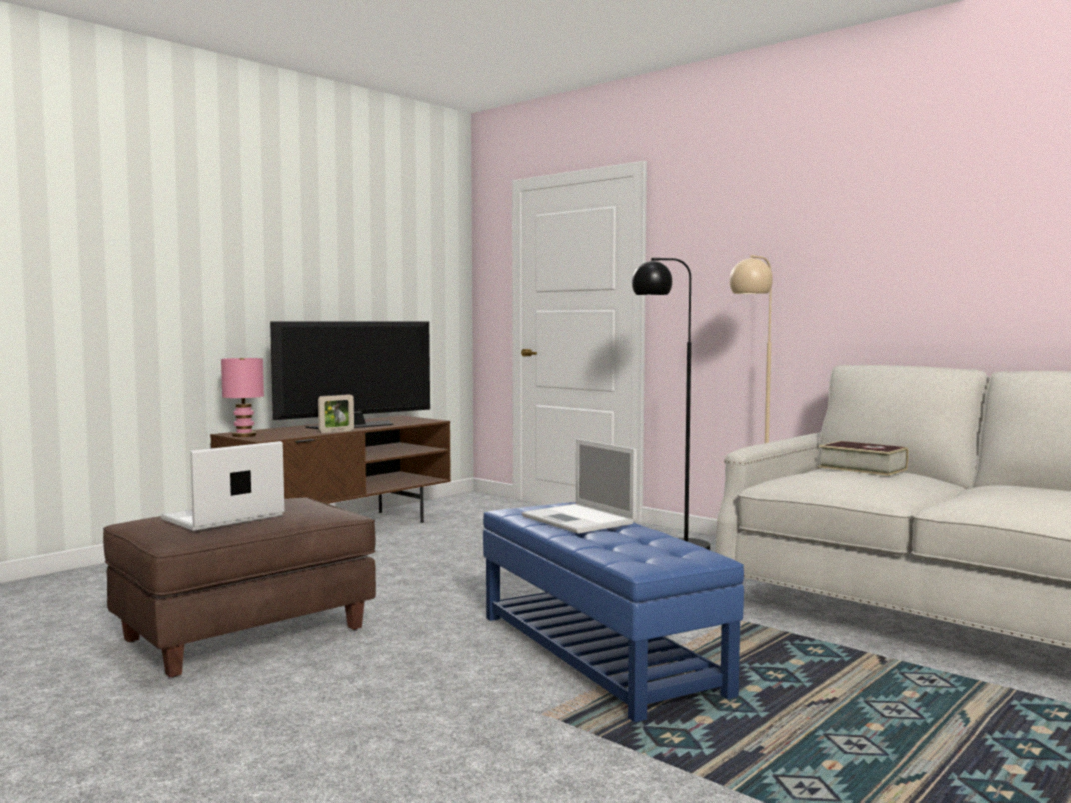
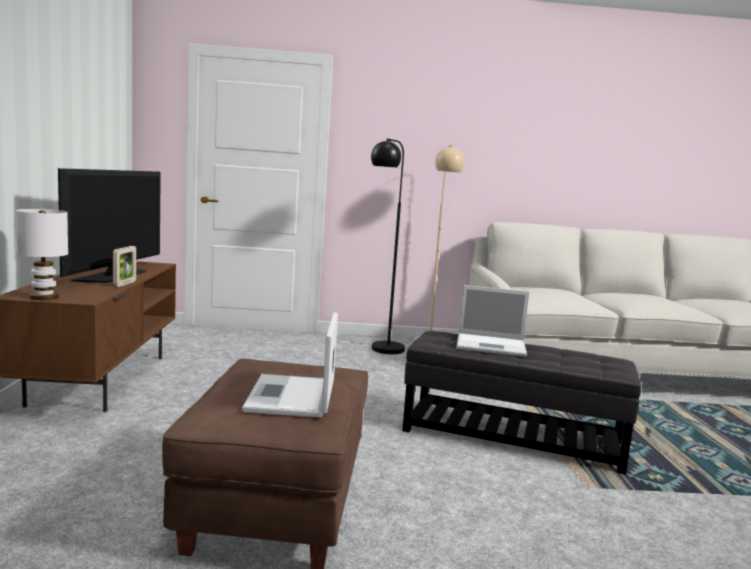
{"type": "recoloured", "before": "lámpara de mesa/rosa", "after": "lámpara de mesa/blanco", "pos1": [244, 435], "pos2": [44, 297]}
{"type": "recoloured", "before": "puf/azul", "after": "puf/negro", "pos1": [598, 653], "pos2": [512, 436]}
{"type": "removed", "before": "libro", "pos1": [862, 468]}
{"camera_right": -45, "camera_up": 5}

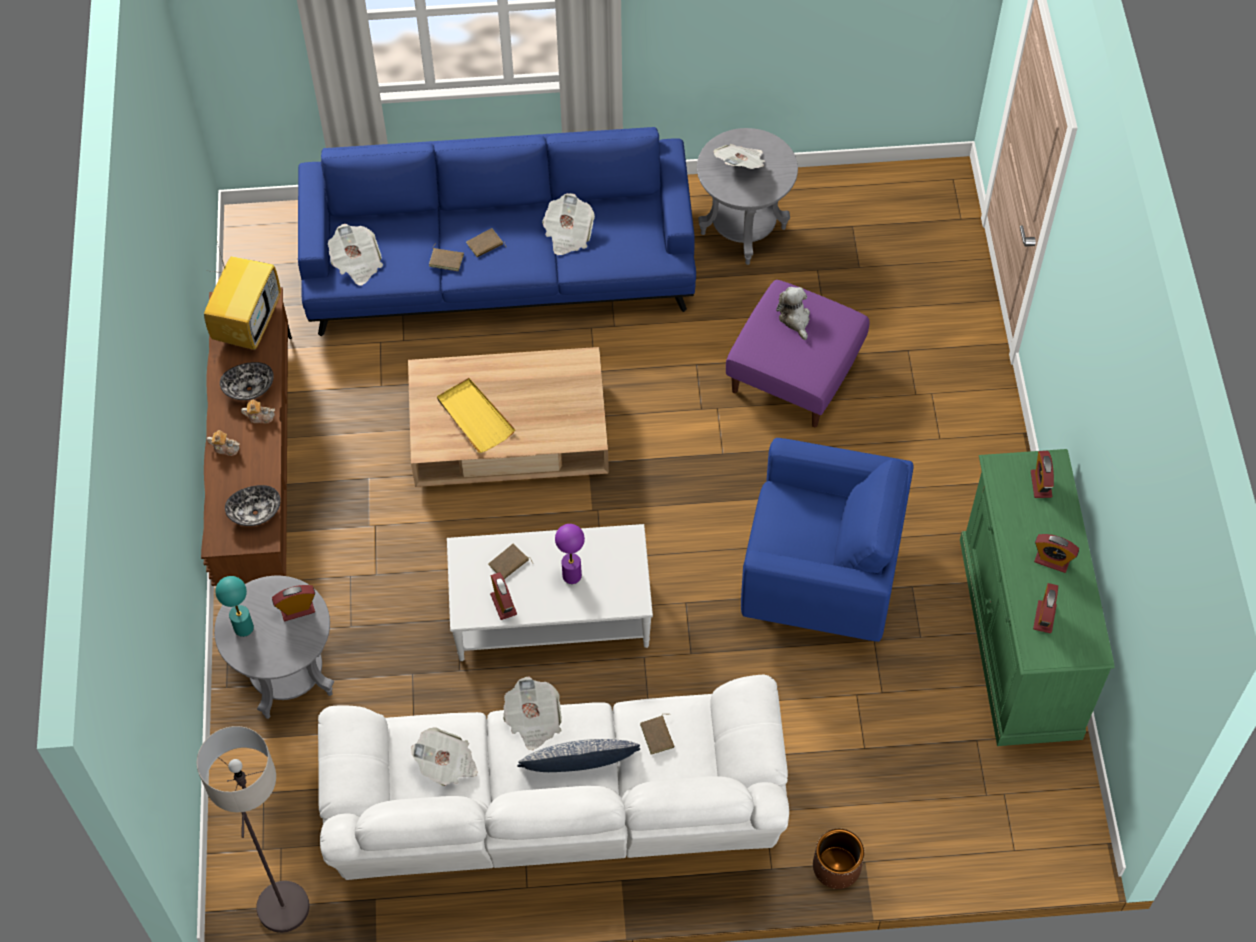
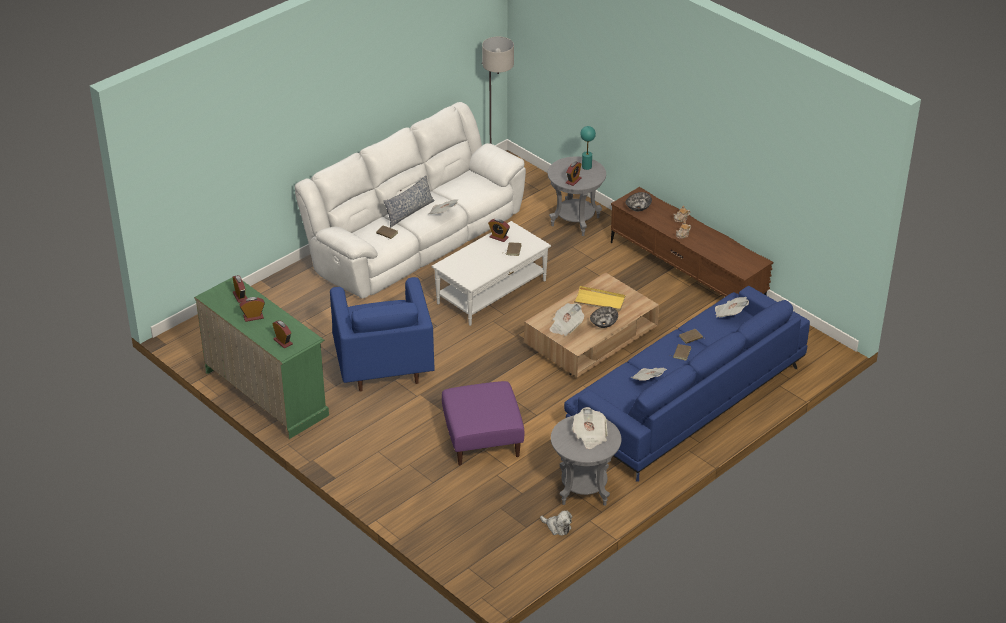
{"type": "turned", "before": "sillón/azul", "pos1": [820, 578], "pos2": [383, 366], "turn": -75}
{"type": "moved", "before": "peluche", "pos1": [795, 319], "pos2": [557, 527]}
{"type": "moved", "before": "periódico", "pos1": [447, 764], "pos2": [565, 326]}
{"type": "moved", "before": "cuenco", "pos1": [249, 388], "pos2": [604, 324]}
{"type": "removed", "before": "televisor", "pos1": [247, 321]}
{"type": "removed", "before": "lámpara de mesa/morado", "pos1": [571, 575]}
{"type": "removed", "before": "maceta/marrón", "pos1": [836, 867]}
{"camera_right": 140, "camera_up": -20}

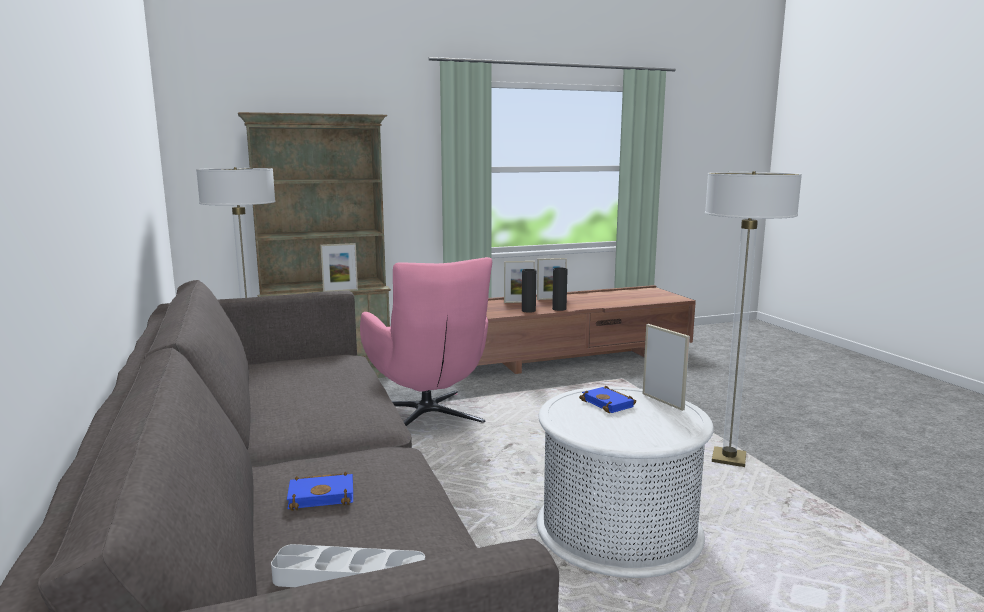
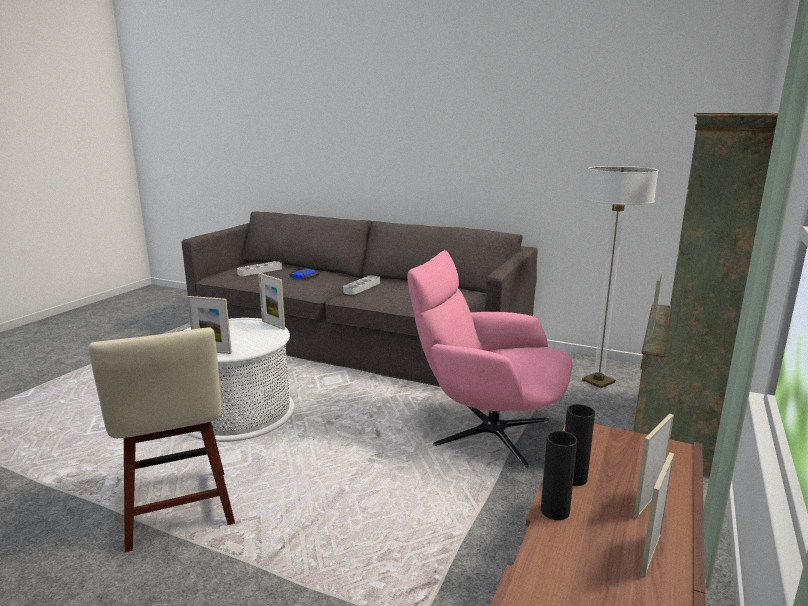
{"type": "replaced", "before": "lámpara de pie", "after": "taburete/beis", "pos1": [729, 459], "pos2": [178, 512]}
{"type": "added", "after": "portarretratos", "pos2": [273, 325]}
{"type": "added", "after": "bandeja/gris", "pos2": [362, 287]}
{"type": "removed", "before": "libro/azul", "pos1": [609, 404]}
{"camera_right": 135, "camera_up": 5}

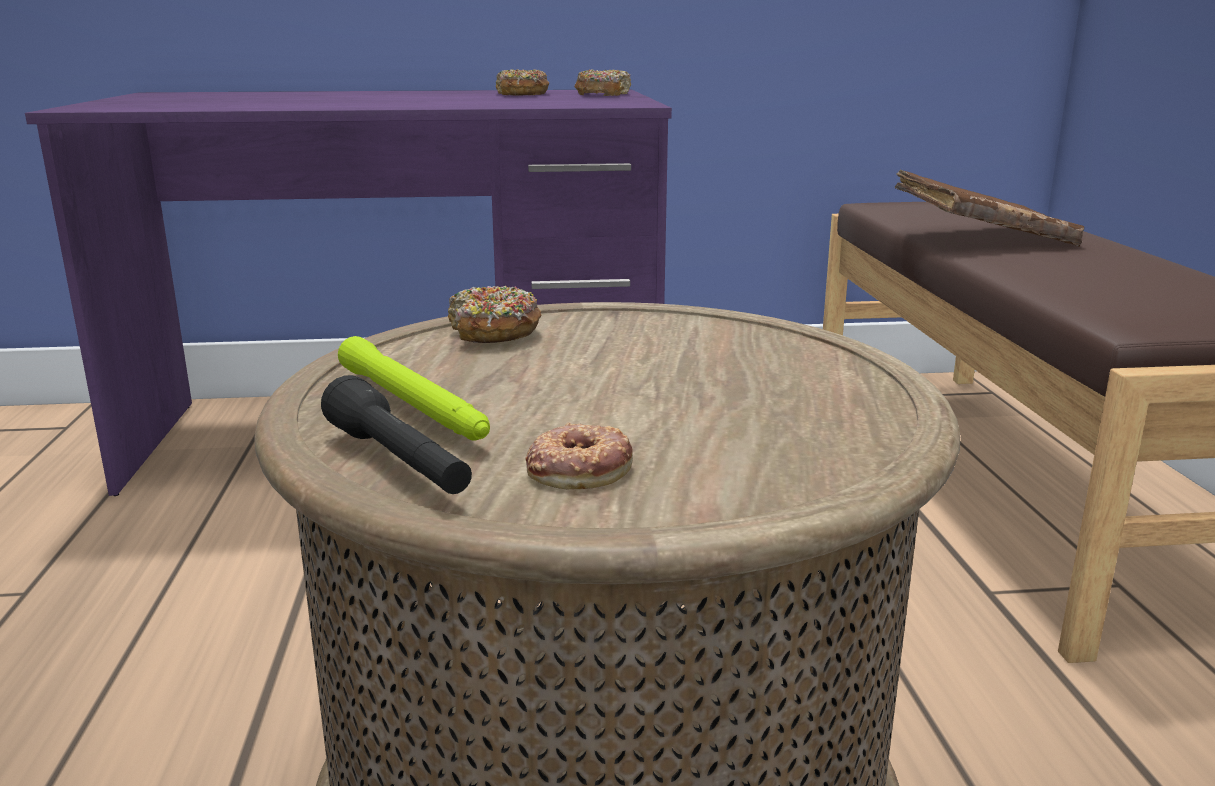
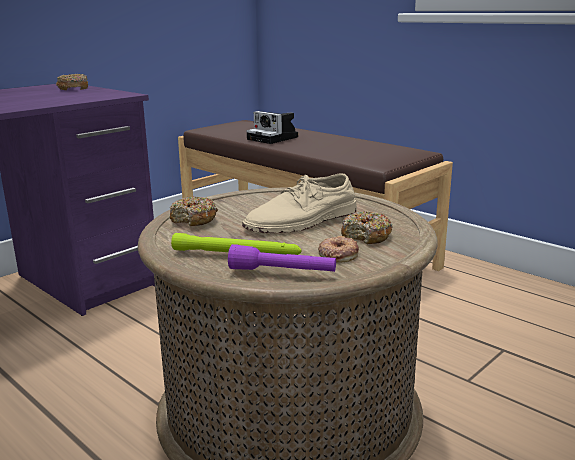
{"type": "recoloured", "before": "linterna/negro", "after": "linterna/morado", "pos1": [398, 462], "pos2": [282, 272]}
{"type": "added", "after": "zapato/beis", "pos2": [302, 221]}
{"type": "replaced", "before": "libro/marrón", "after": "cámara", "pos1": [982, 238], "pos2": [274, 138]}
{"type": "moved", "before": "rosquilla", "pos1": [521, 94], "pos2": [366, 236]}
{"camera_right": -40, "camera_up": 0}

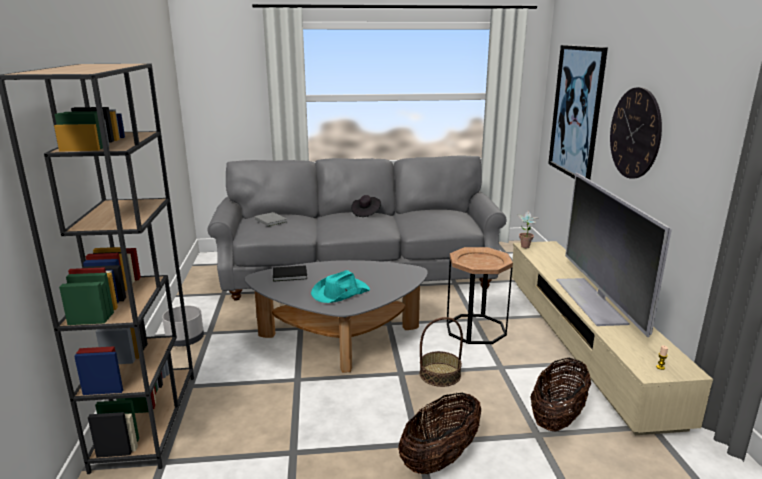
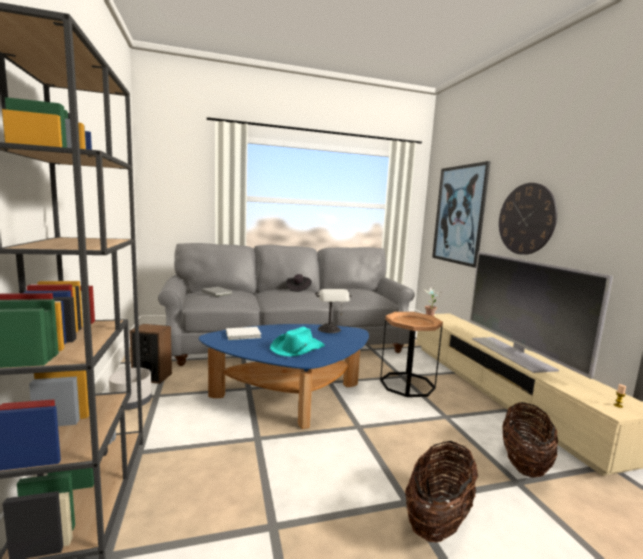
{"type": "added", "after": "altavoz", "pos2": [152, 377]}
{"type": "recoloured", "before": "mesa de centro/gris", "after": "mesa de centro/azul", "pos1": [340, 340], "pos2": [290, 397]}
{"type": "recoloured", "before": "libro/negro", "after": "libro/blanco", "pos1": [291, 275], "pos2": [244, 335]}
{"type": "added", "after": "lámpara de mesa", "pos2": [331, 331]}
{"type": "removed", "before": "cesta", "pos1": [440, 374]}
{"camera_right": -10, "camera_up": -10}

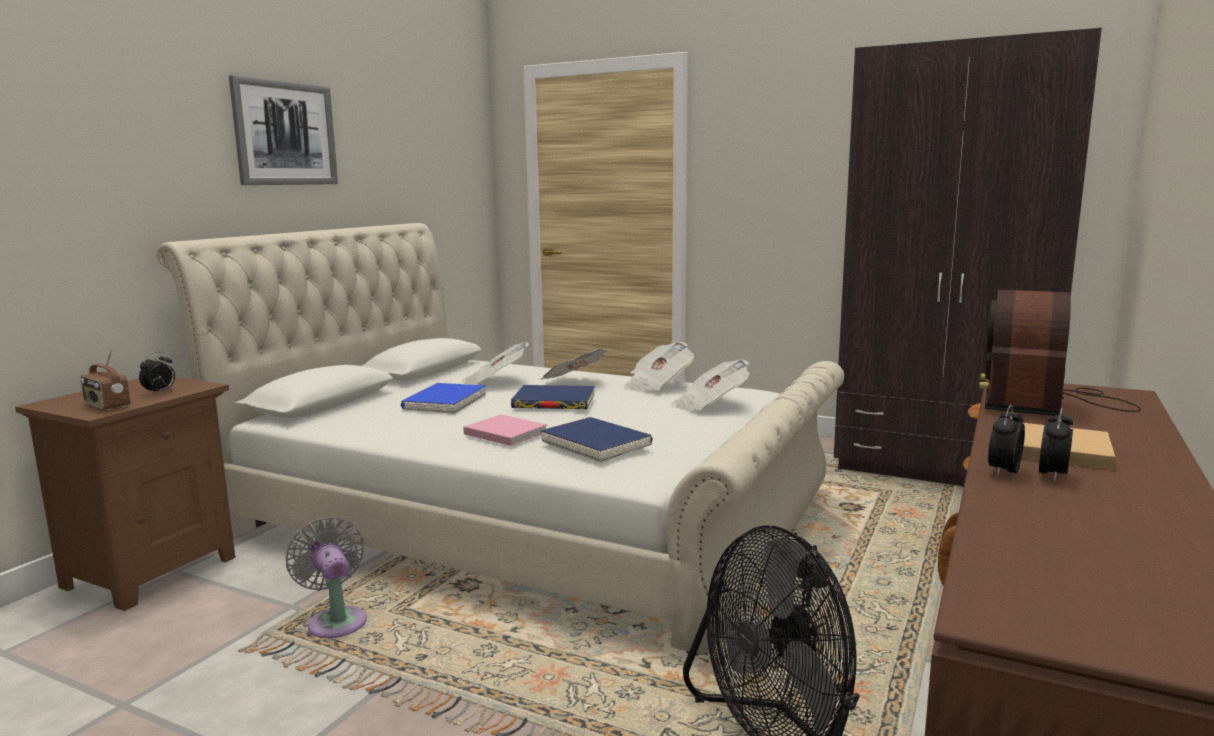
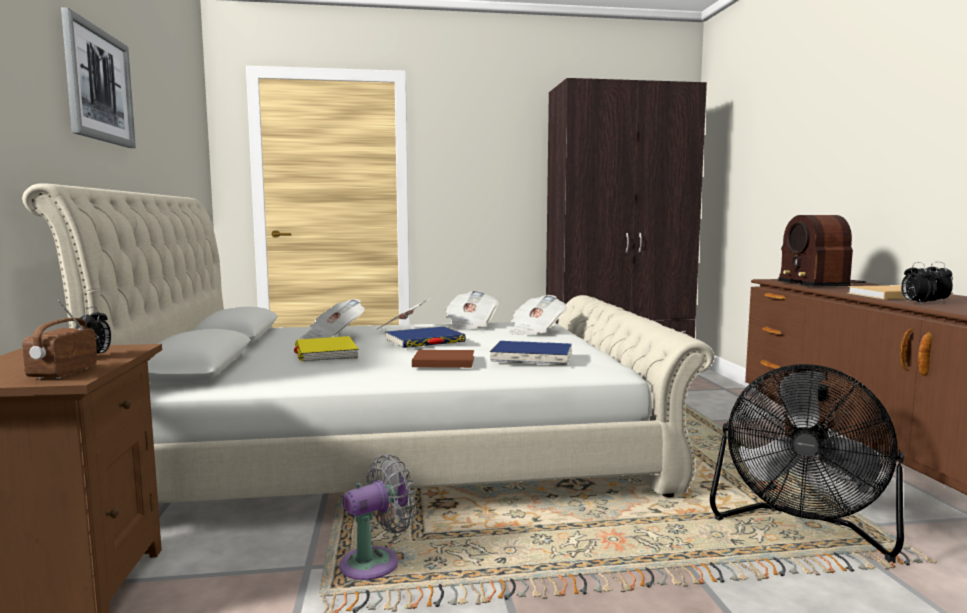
{"type": "turned", "before": "radio", "pos1": [106, 406], "pos2": [62, 373], "turn": 90}
{"type": "recoloured", "before": "libro/azul", "after": "libro/amarillo", "pos1": [445, 402], "pos2": [326, 353]}
{"type": "turned", "before": "ventilador/gris", "pos1": [336, 621], "pos2": [375, 563], "turn": 120}
{"type": "recoloured", "before": "libro/rosa", "after": "libro/marrón", "pos1": [504, 432], "pos2": [441, 361]}
{"camera_right": -35, "camera_up": -5}

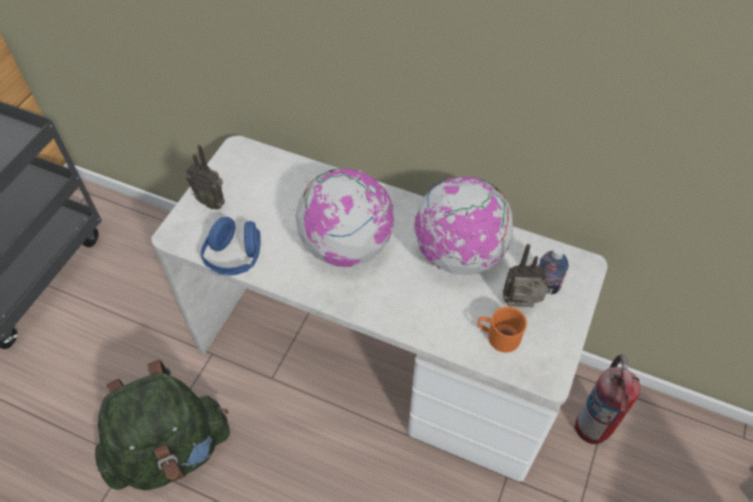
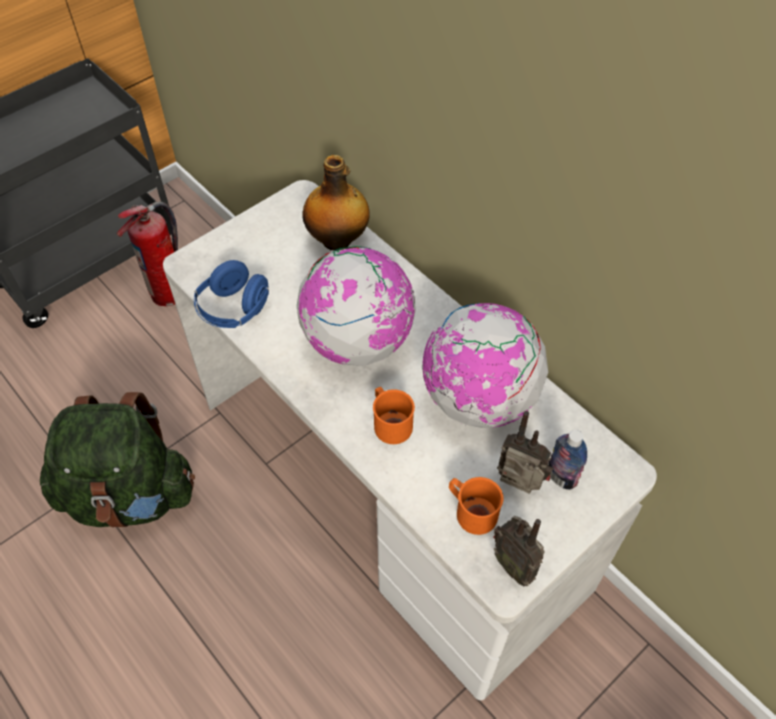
{"type": "moved", "before": "extintor", "pos1": [593, 427], "pos2": [169, 293]}
{"type": "added", "after": "botella", "pos2": [338, 240]}
{"type": "added", "after": "taza grande/naranja", "pos2": [390, 422]}
{"type": "moved", "before": "radio", "pos1": [212, 202], "pos2": [514, 565]}
{"camera_right": 25, "camera_up": 0}

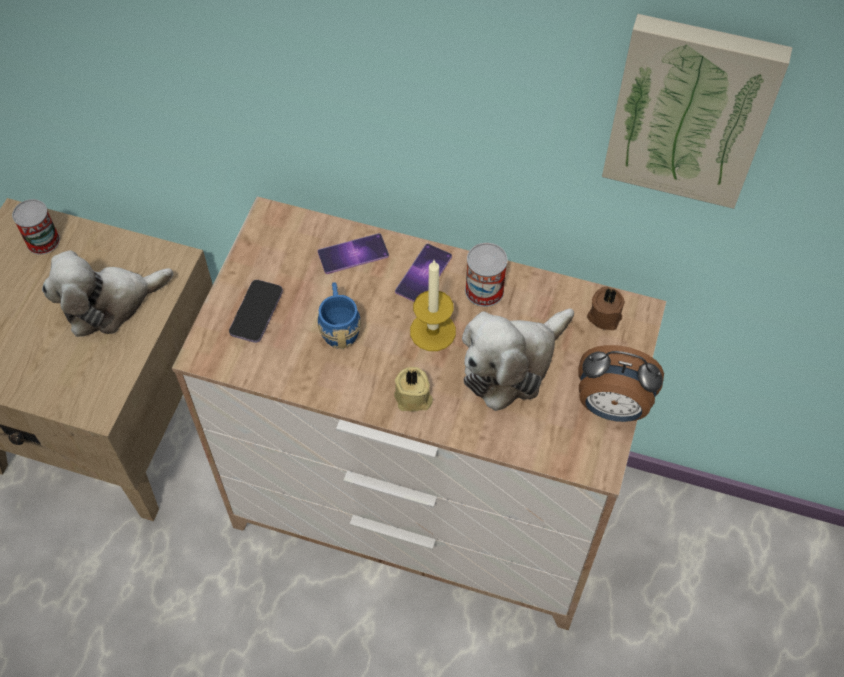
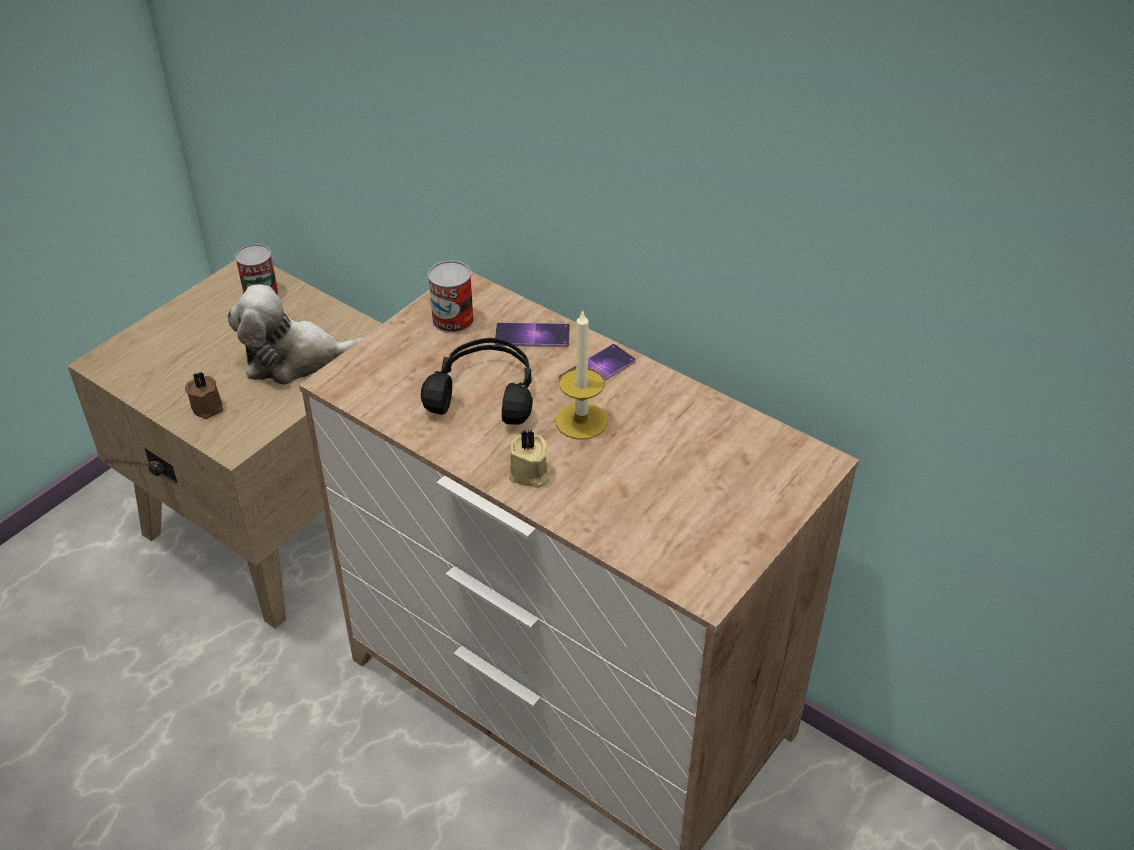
{"type": "moved", "before": "vela/marrón", "pos1": [604, 315], "pos2": [208, 406]}
{"type": "replaced", "before": "taza grande/azul", "after": "auriculares/negro", "pos1": [339, 327], "pos2": [485, 392]}
{"type": "moved", "before": "lata", "pos1": [484, 290], "pos2": [453, 320]}
{"type": "removed", "before": "móvil", "pos1": [256, 312]}
{"type": "removed", "before": "peluche", "pos1": [512, 364]}
{"type": "removed", "before": "despertador", "pos1": [611, 407]}
{"type": "removed", "before": "cuadro", "pos1": [690, 110]}
{"camera_right": 20, "camera_up": -15}

